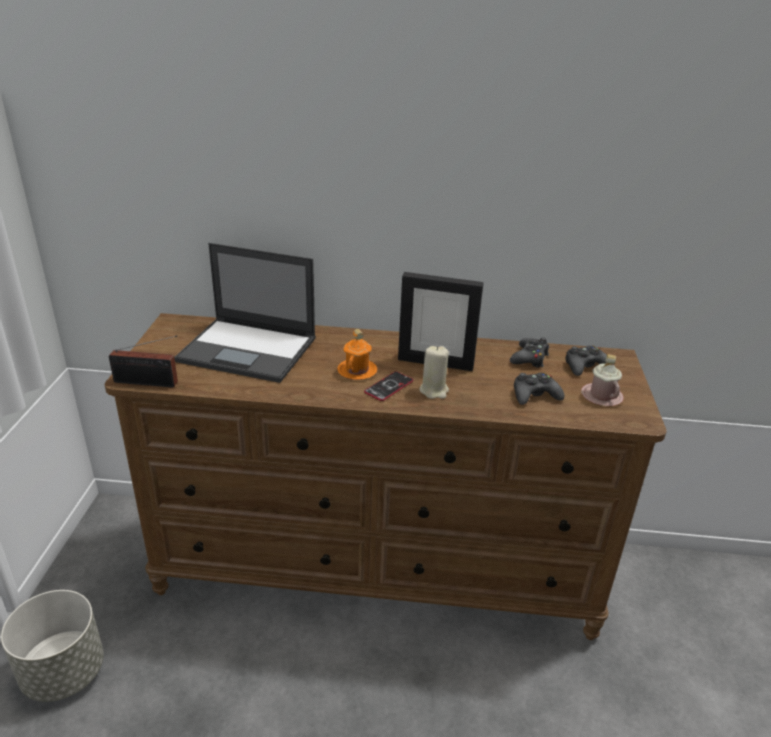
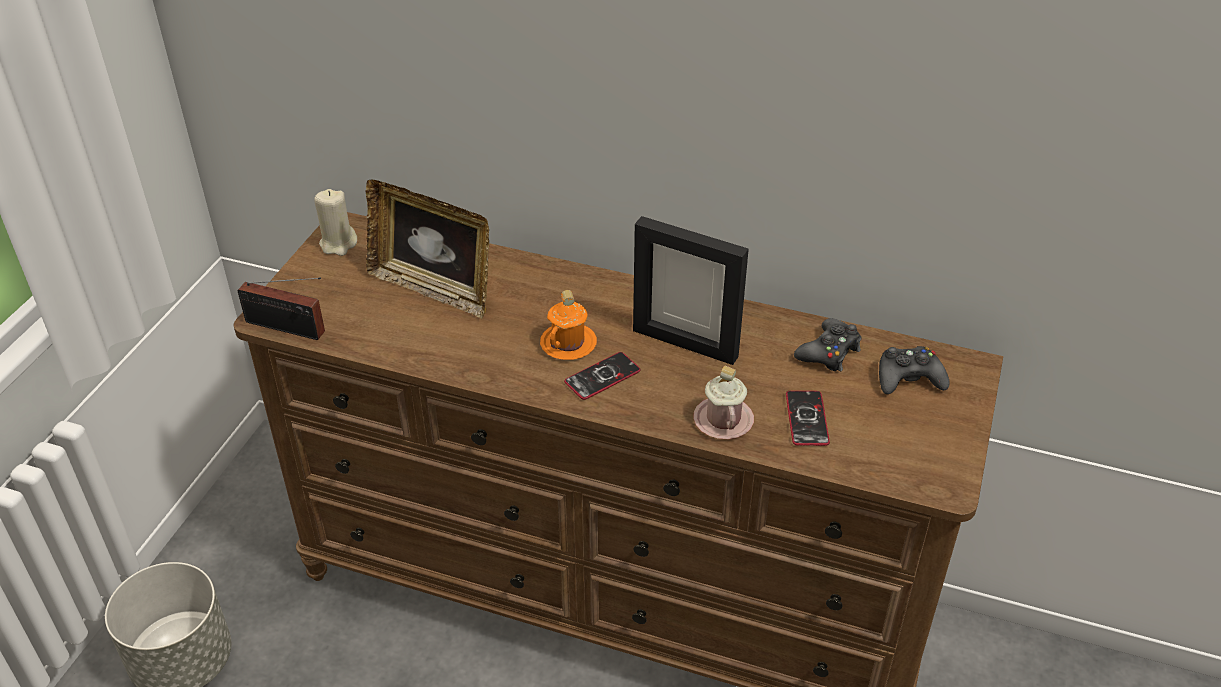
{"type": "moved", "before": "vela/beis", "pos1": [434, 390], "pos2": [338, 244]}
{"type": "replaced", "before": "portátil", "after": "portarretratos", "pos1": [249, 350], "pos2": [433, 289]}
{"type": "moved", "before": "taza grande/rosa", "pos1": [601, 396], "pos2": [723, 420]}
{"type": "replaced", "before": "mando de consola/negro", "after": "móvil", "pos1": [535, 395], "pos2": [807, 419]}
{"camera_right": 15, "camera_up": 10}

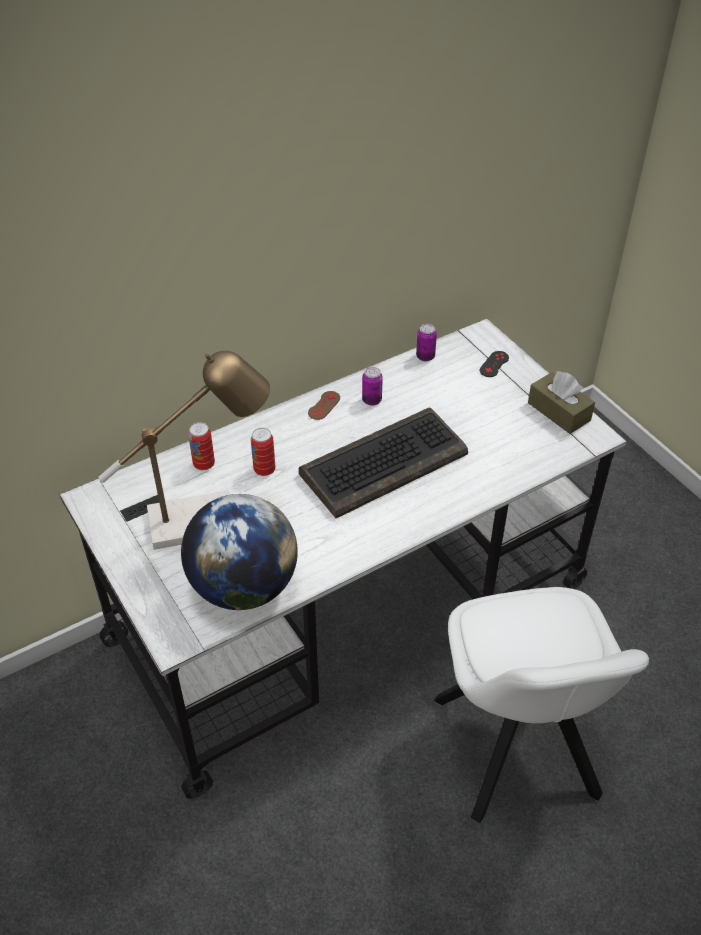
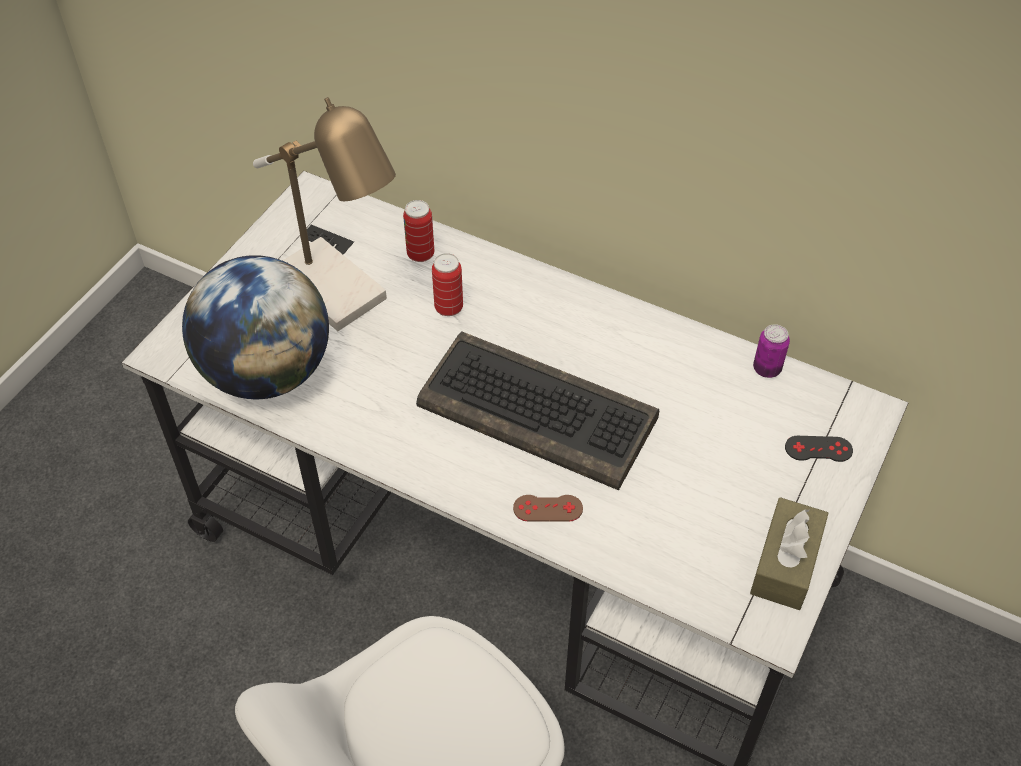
{"type": "moved", "before": "mando de consola/marrón", "pos1": [324, 405], "pos2": [548, 508]}
{"type": "removed", "before": "lata", "pos1": [371, 400]}
{"camera_right": 60, "camera_up": 5}

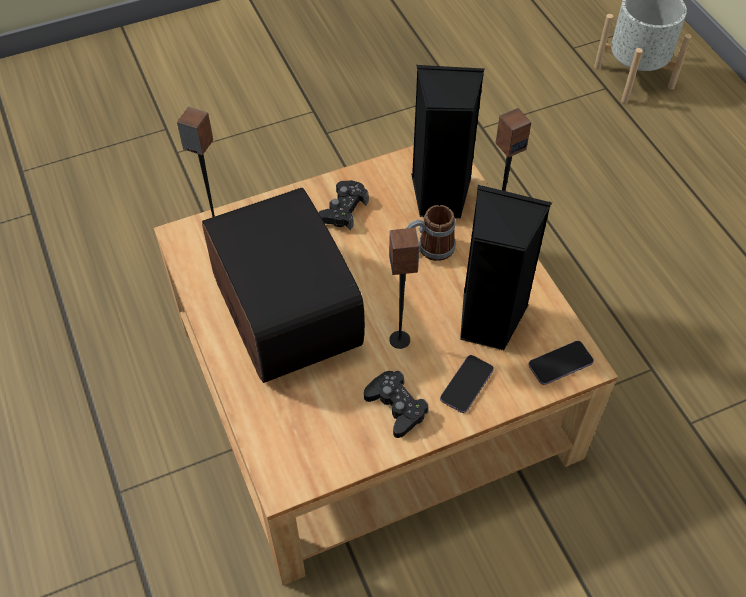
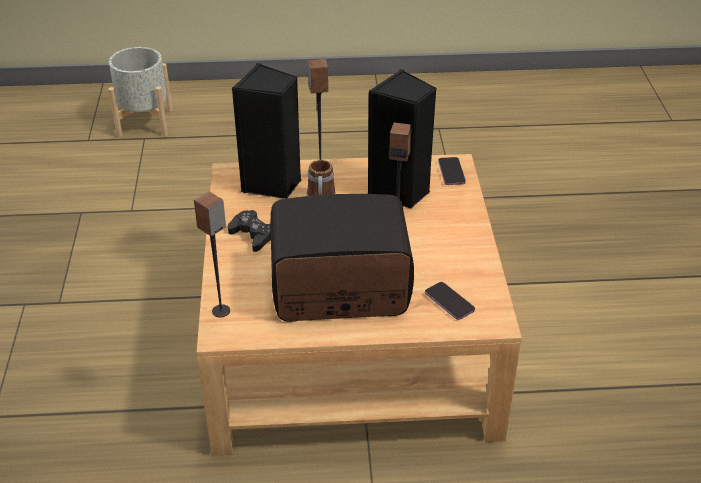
{"type": "moved", "before": "móvil", "pos1": [466, 385], "pos2": [449, 302]}
{"type": "removed", "before": "mando de consola/negro", "pos1": [396, 407]}
{"camera_right": -70, "camera_up": -15}

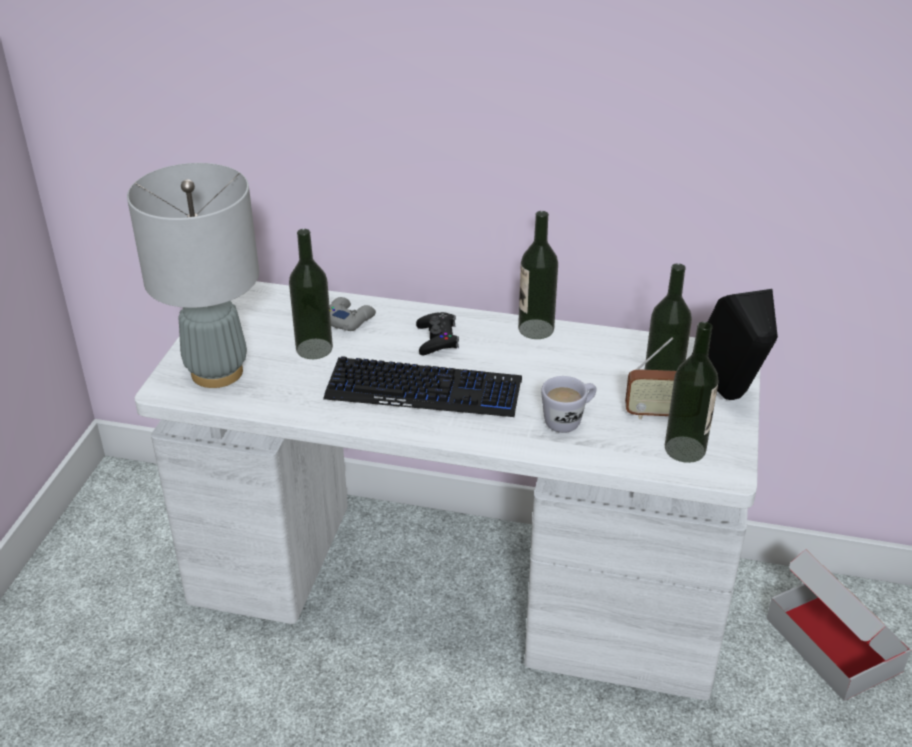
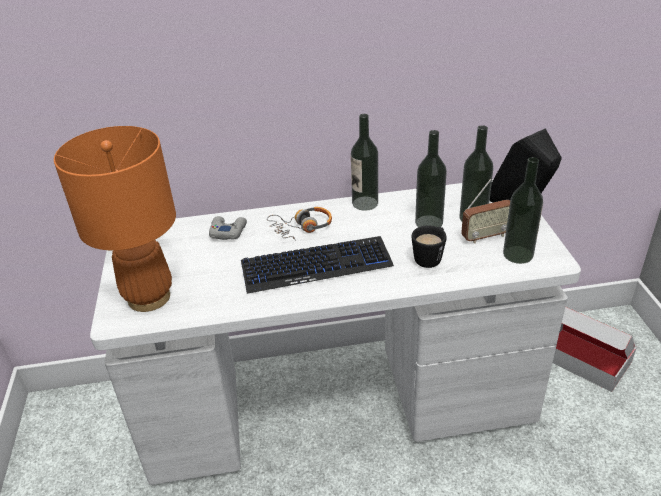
{"type": "recoloured", "before": "lámpara de mesa/gris", "after": "lámpara de mesa/naranja", "pos1": [216, 372], "pos2": [149, 298]}
{"type": "replaced", "before": "mando de consola/negro", "after": "auriculares", "pos1": [437, 339], "pos2": [302, 228]}
{"type": "recoloured", "before": "taza grande/blanco", "after": "taza grande/negro", "pos1": [569, 420], "pos2": [430, 257]}
{"type": "moved", "before": "botella", "pos1": [314, 348], "pos2": [429, 223]}
{"camera_right": -20, "camera_up": 0}

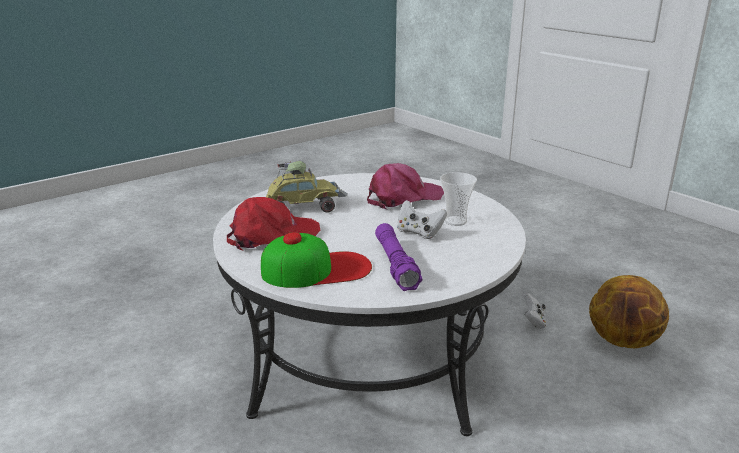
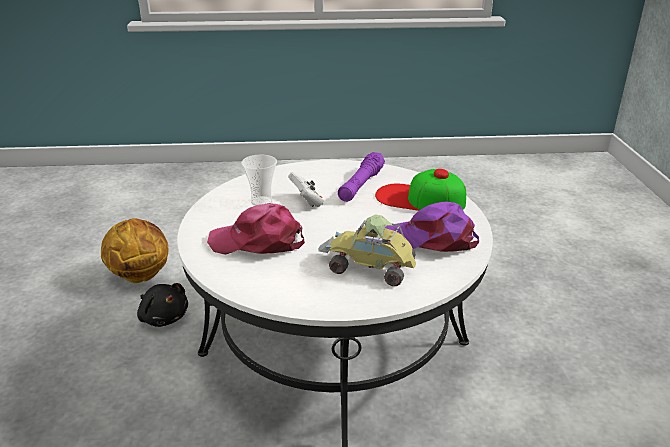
{"type": "replaced", "before": "mando de consola/blanco", "after": "peluche/negro", "pos1": [533, 321], "pos2": [163, 317]}
{"type": "recoloured", "before": "gorra/rojo", "after": "gorra/morado", "pos1": [272, 235], "pos2": [431, 240]}
{"camera_right": -145, "camera_up": 5}

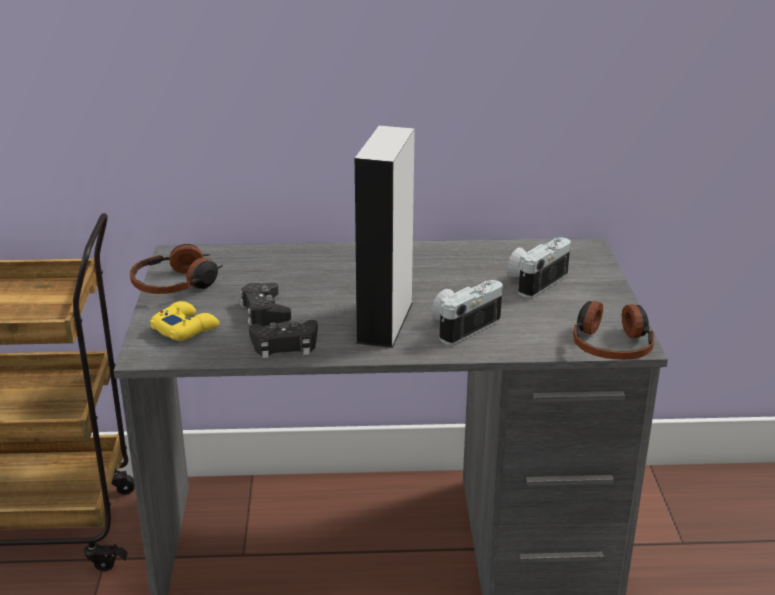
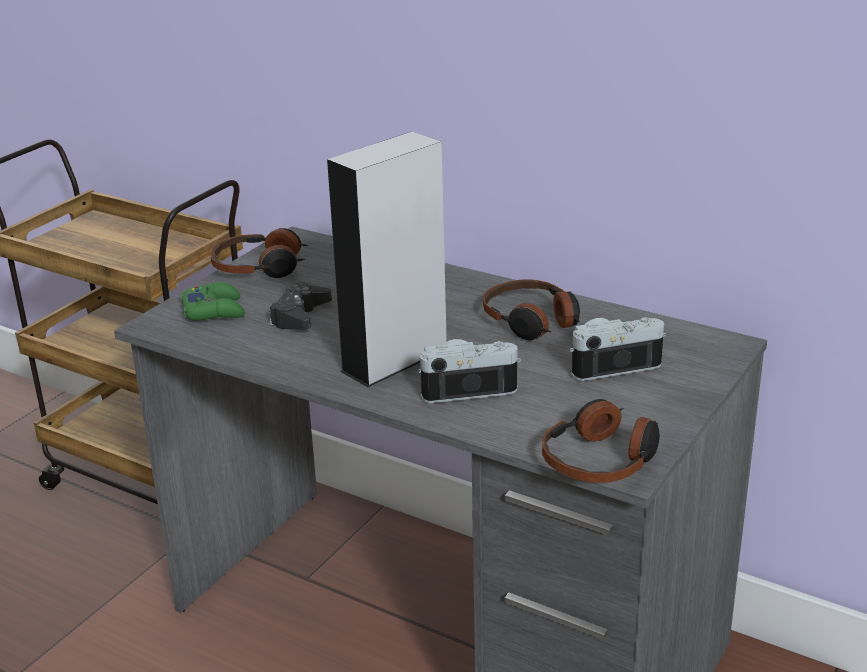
{"type": "recoloured", "before": "mando de consola/amarillo", "after": "mando de consola/verde", "pos1": [185, 328], "pos2": [214, 310]}
{"type": "added", "after": "auriculares", "pos2": [532, 321]}
{"type": "removed", "before": "mando de consola/negro", "pos1": [285, 345]}
{"camera_right": 35, "camera_up": 0}

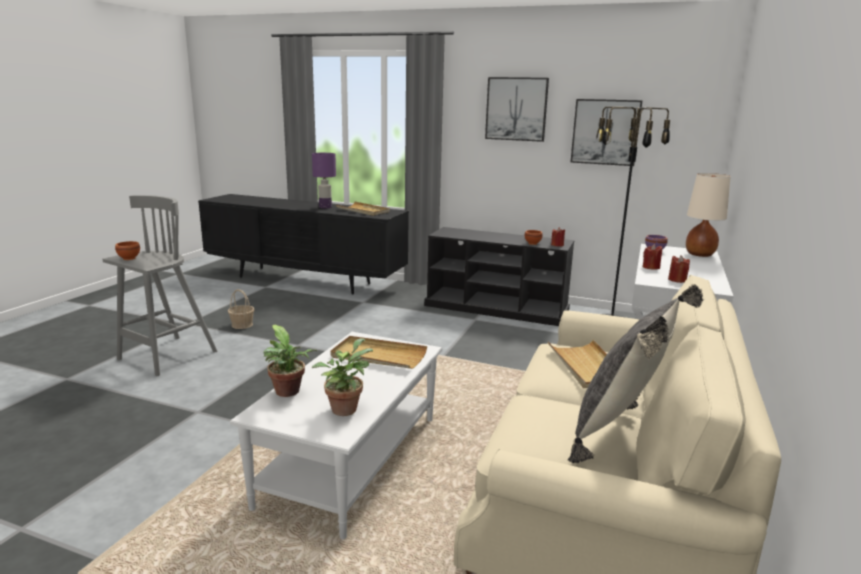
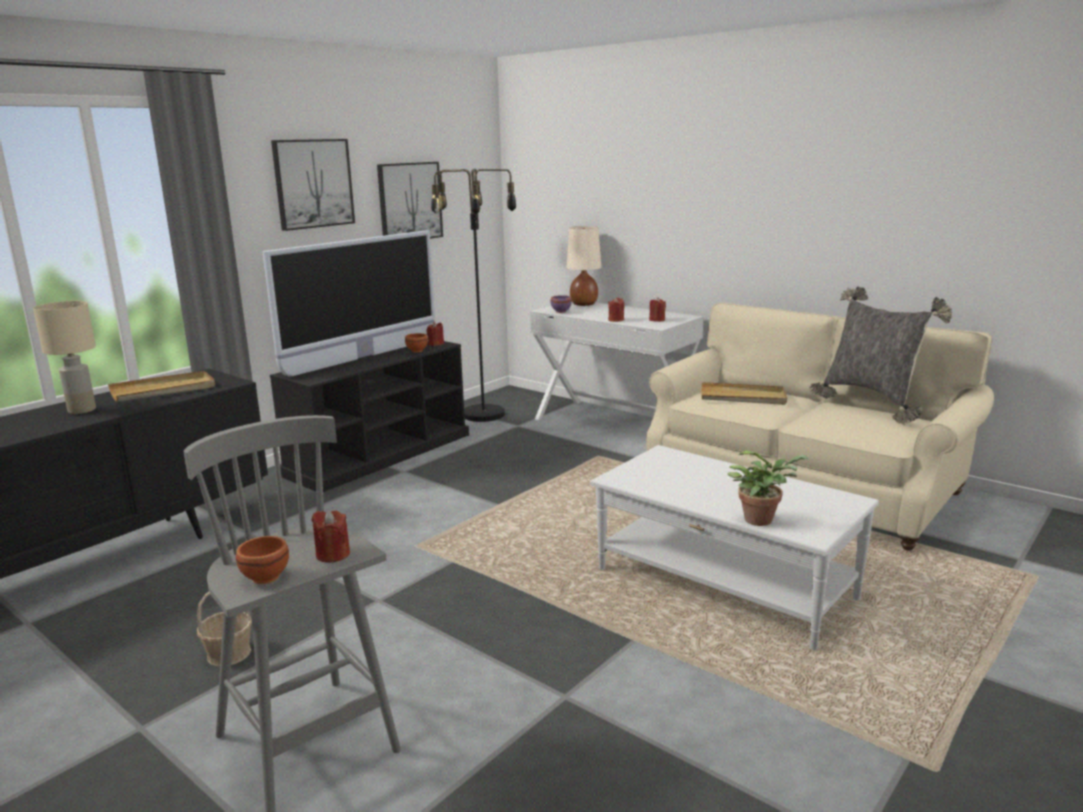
{"type": "recoloured", "before": "lámpara de mesa/morado", "after": "lámpara de mesa/beis", "pos1": [325, 207], "pos2": [82, 410]}
{"type": "added", "after": "televisor", "pos2": [363, 357]}
{"type": "added", "after": "vela/rojo", "pos2": [333, 554]}
{"type": "removed", "before": "planta en maceta", "pos1": [344, 408]}
{"type": "removed", "before": "bandeja/beis", "pos1": [378, 356]}
{"camera_right": -70, "camera_up": 0}

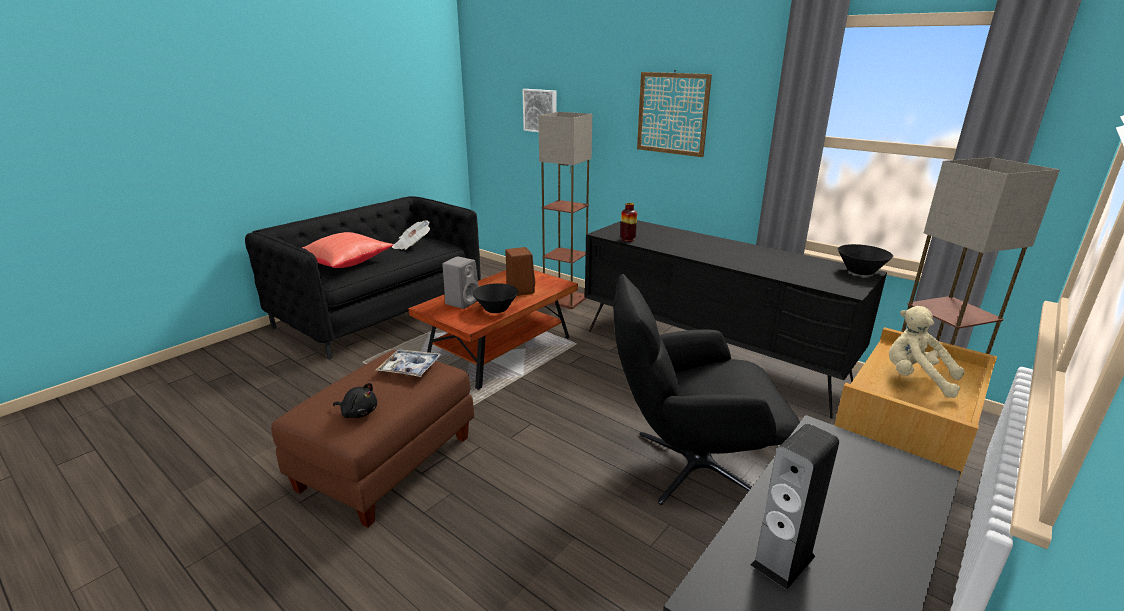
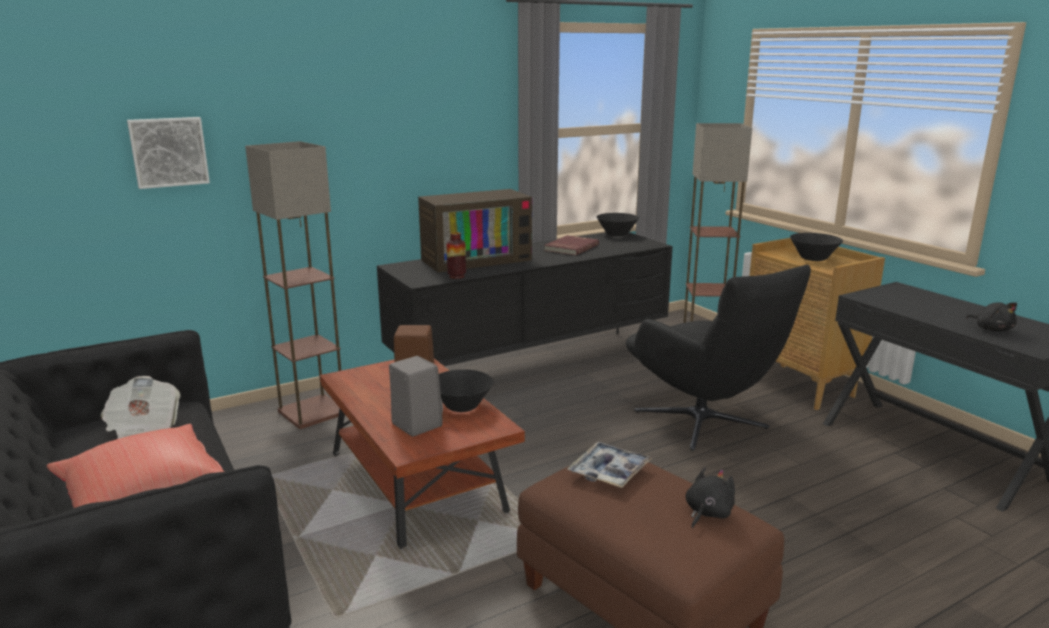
{"type": "added", "after": "televisor", "pos2": [476, 259]}
{"type": "added", "after": "libro/rojo", "pos2": [570, 247]}
{"type": "turned", "before": "sillón/negro", "pos1": [693, 465], "pos2": [702, 421], "turn": -45}
{"type": "replaced", "before": "peluche/beis", "after": "cuenco/negro", "pos1": [915, 379], "pos2": [813, 258]}
{"type": "replaced", "before": "altavoz", "after": "peluche/negro", "pos1": [783, 560], "pos2": [992, 329]}
{"type": "removed", "before": "cuadro", "pos1": [672, 112]}
{"camera_right": -70, "camera_up": -5}

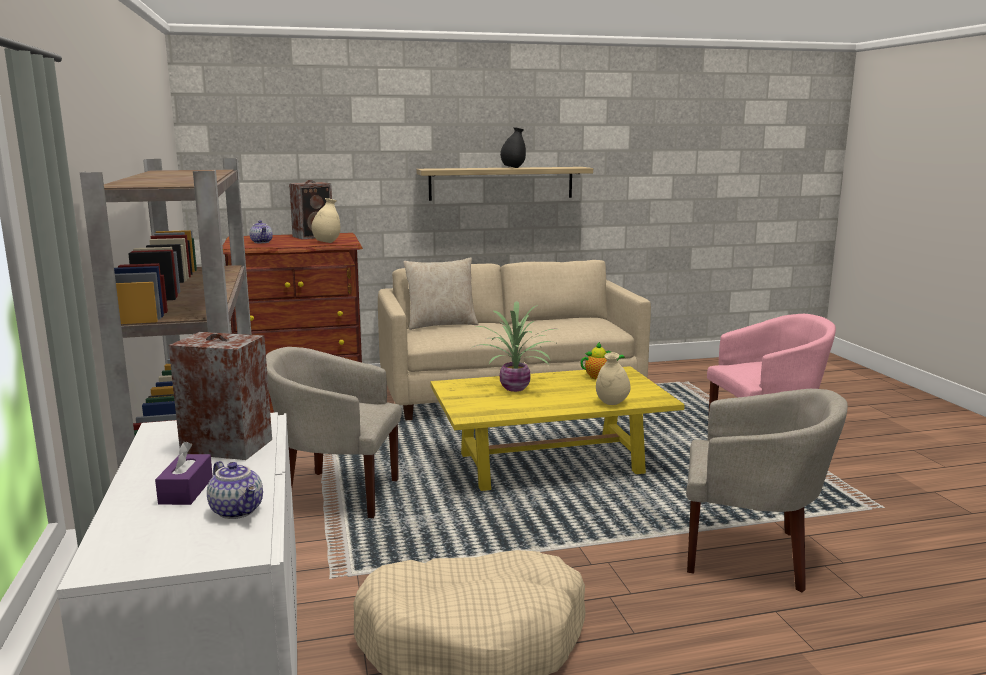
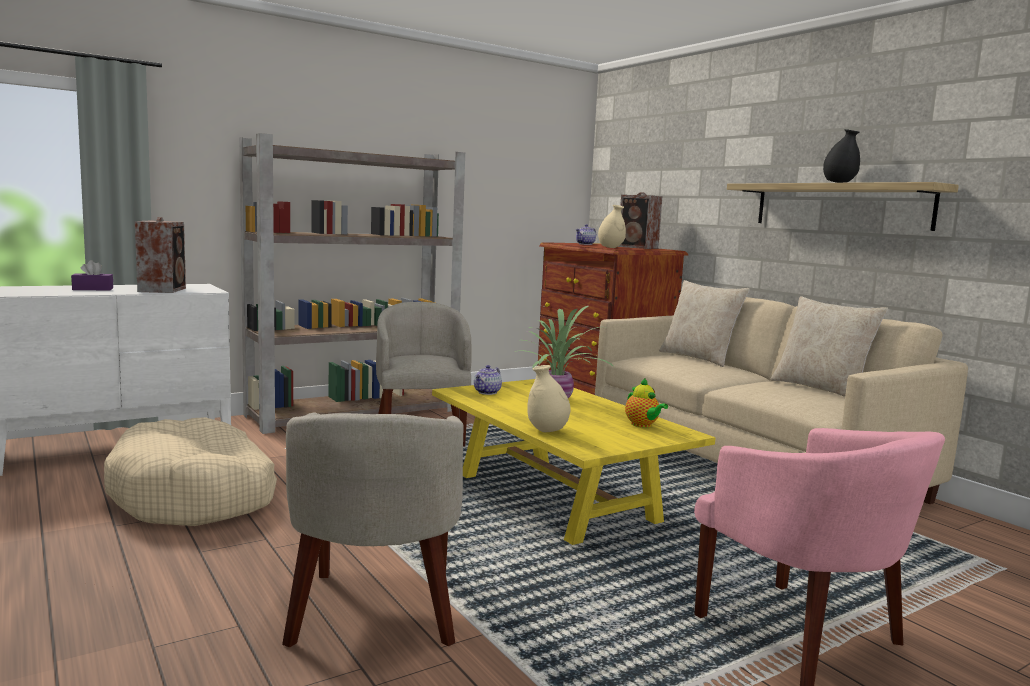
{"type": "moved", "before": "tetera", "pos1": [238, 510], "pos2": [487, 392]}
{"type": "added", "after": "cojín/beis", "pos2": [821, 389]}
{"camera_right": 70, "camera_up": -5}

